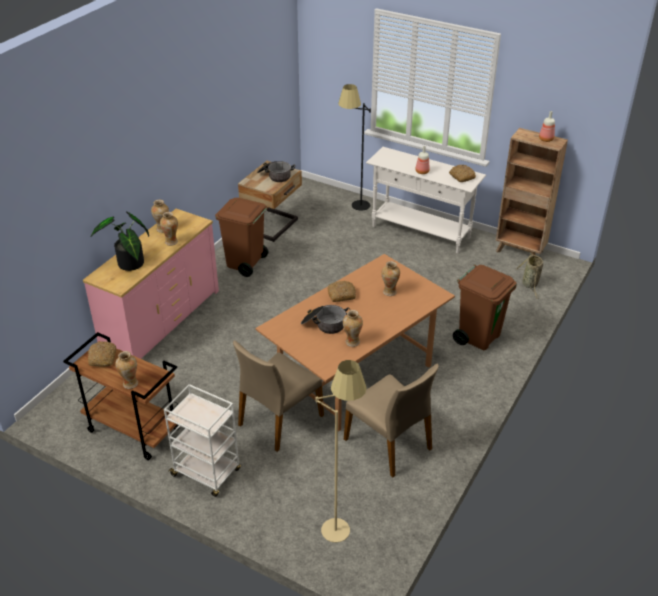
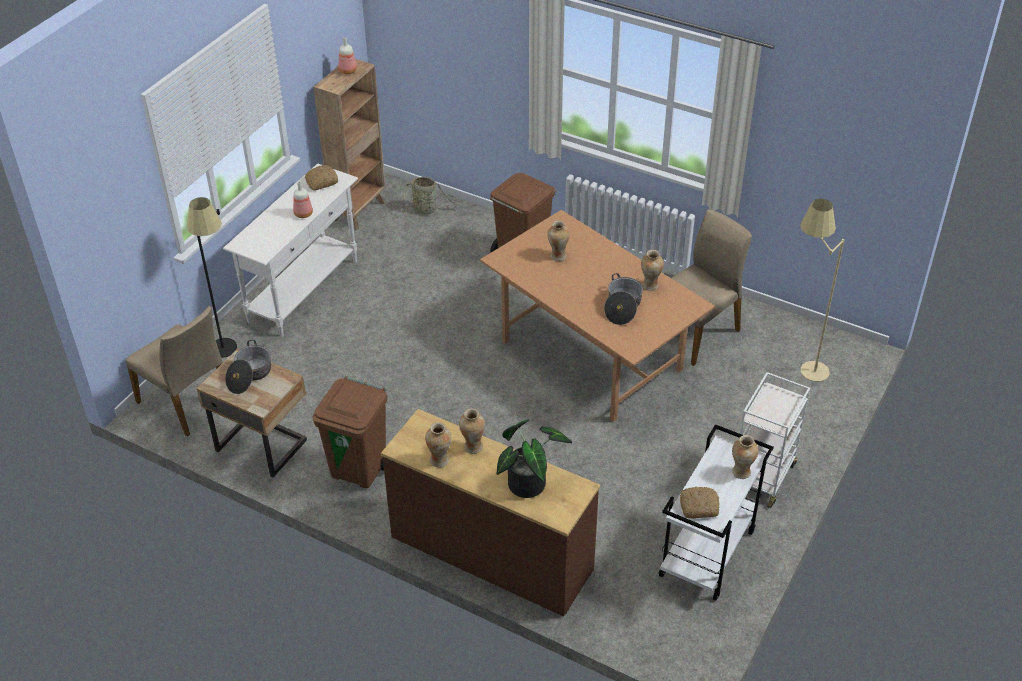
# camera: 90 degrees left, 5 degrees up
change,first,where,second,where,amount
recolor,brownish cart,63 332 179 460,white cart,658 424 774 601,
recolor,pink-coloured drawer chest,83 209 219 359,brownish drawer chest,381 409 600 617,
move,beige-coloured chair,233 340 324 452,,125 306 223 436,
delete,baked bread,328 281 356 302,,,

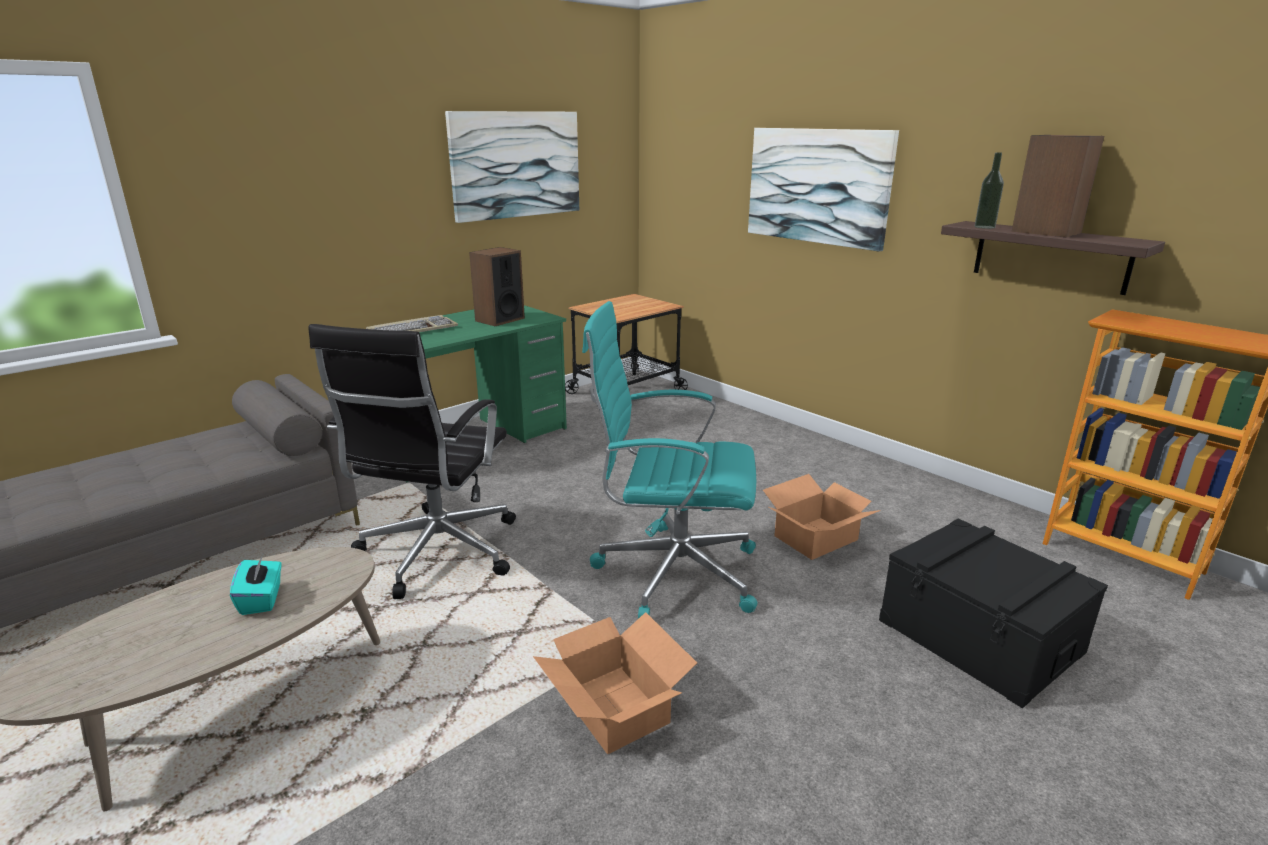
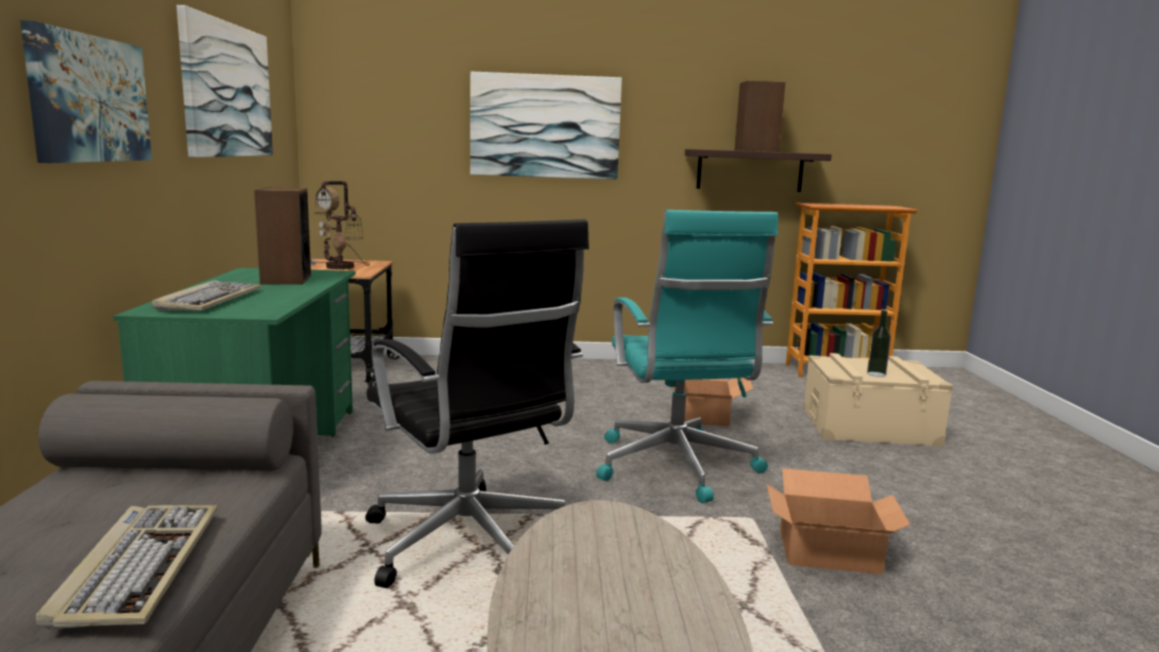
# camera: 50 degrees left, 10 degrees down
change,first,where,second,where,amount
delete,blue-green tissue box,230 555 282 615,,,
rotate,blue-green computer chair,582 301 757 619,,596 210 778 503,60 degrees counterclockwise
recolor,blackish storage box,879 519 1108 708,beige-coloured storage box,803 353 953 447,
move,drink bottle,975 152 1004 229,,867 310 891 377,
insert,,,picture,20 20 152 163,
insert,,,keyboard,36 505 217 630,
insert,,,table lamp,310 181 370 269,

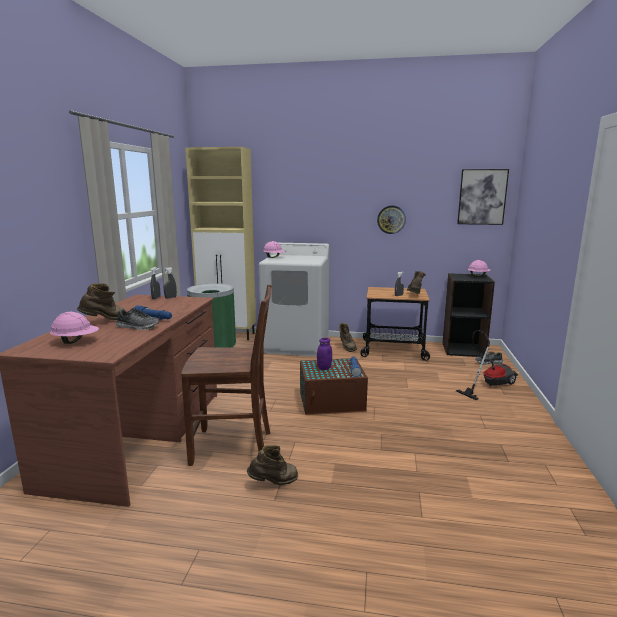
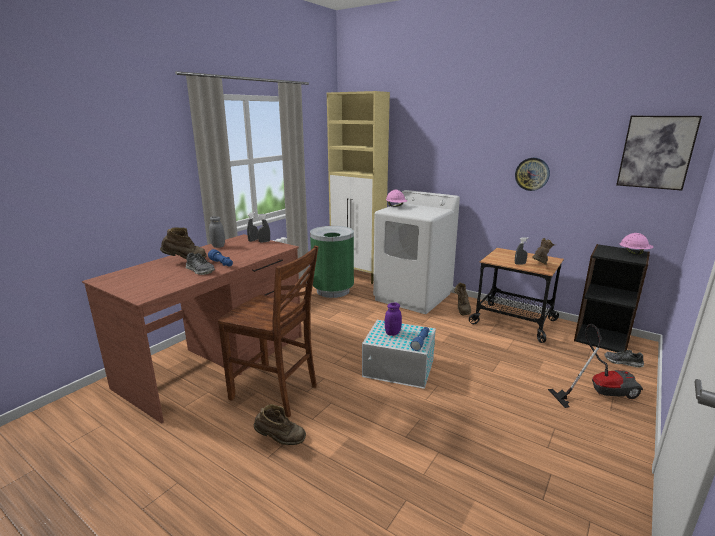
# camera: 25 degrees right, 5 degrees up
change,first,where,second,where,amount
delete,pink-coloured work helmet,50 312 99 344,,,
recolor,brownish storage box,300 358 368 415,white storage box,362 320 436 389,
insert,,,gray storage jar,209 216 225 248,

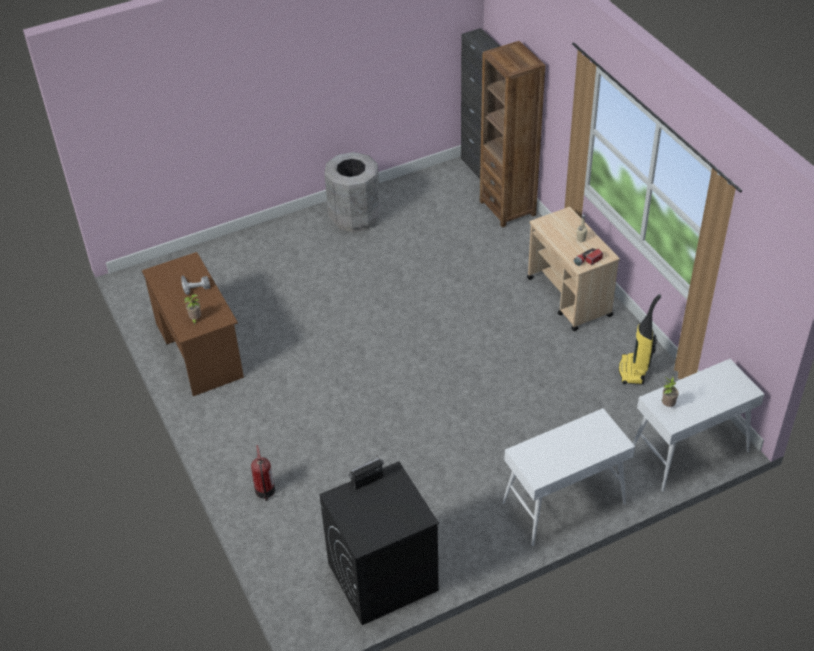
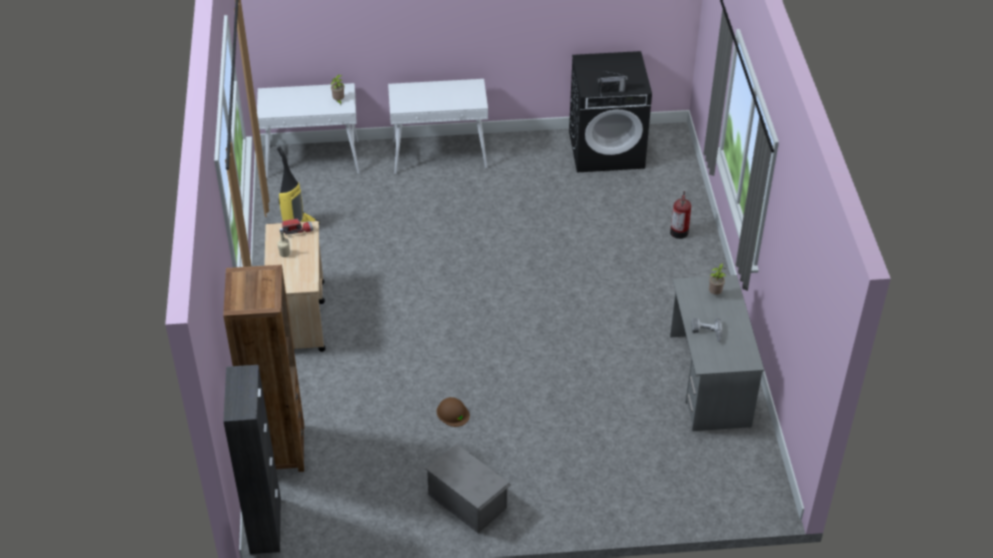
# camera: 160 degrees left, 0 degrees up
change,first,where,second,where,amount
recolor,brownish desk unit,142 252 244 396,gray desk unit,670 275 764 431,
replace,gray trash can,324 152 380 232,gray storage box,425 444 511 533,
insert,,,brownish work helmet,437 397 470 427,

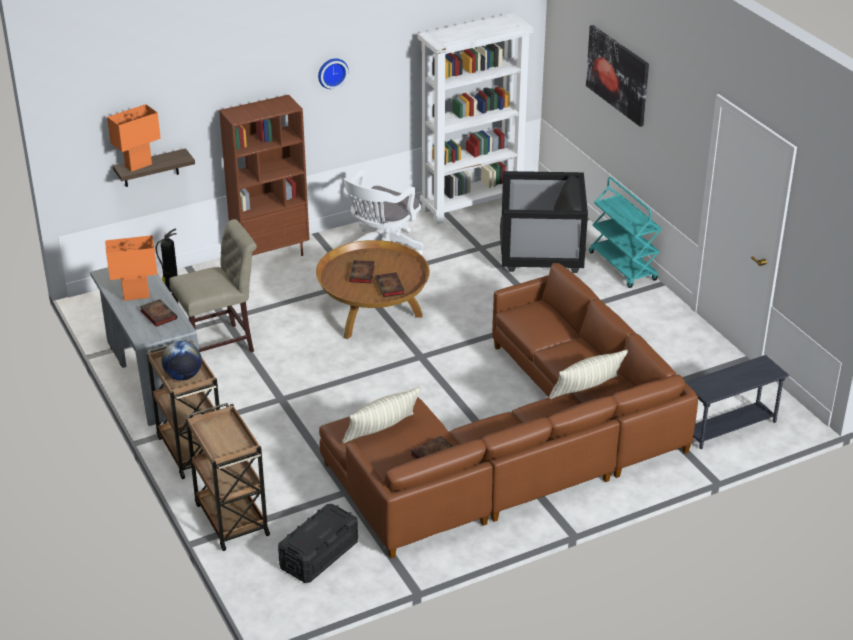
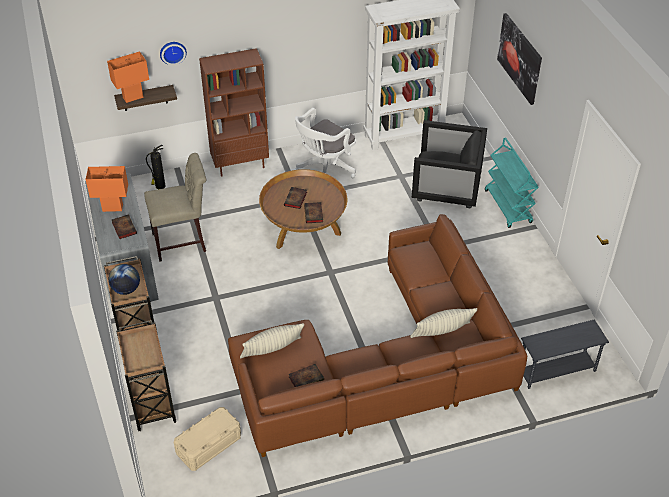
# camera: 10 degrees right, 10 degrees up
change,first,where,second,where,amount
recolor,blackish storage box,278 504 358 583,beige-coloured storage box,174 407 241 471,
move,clock on the wall,318 58 349 89,,160 42 187 65,

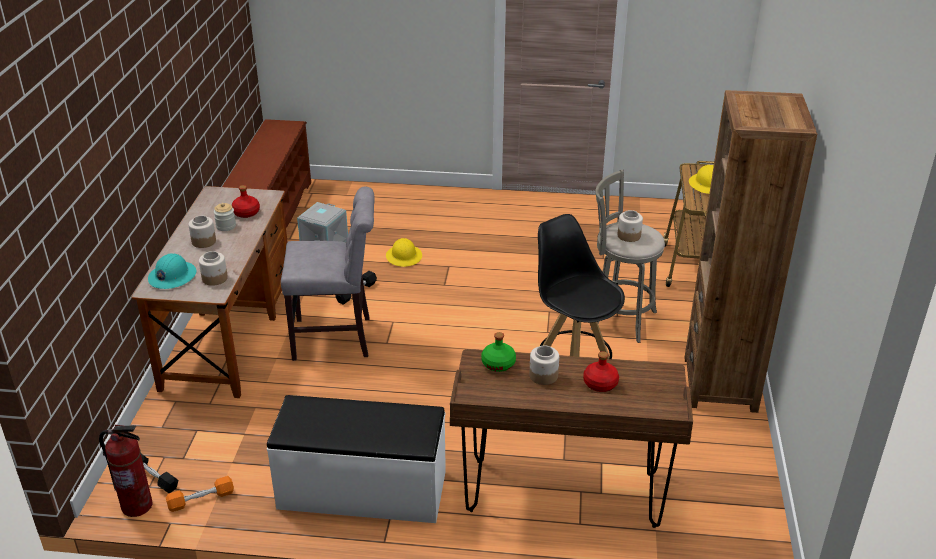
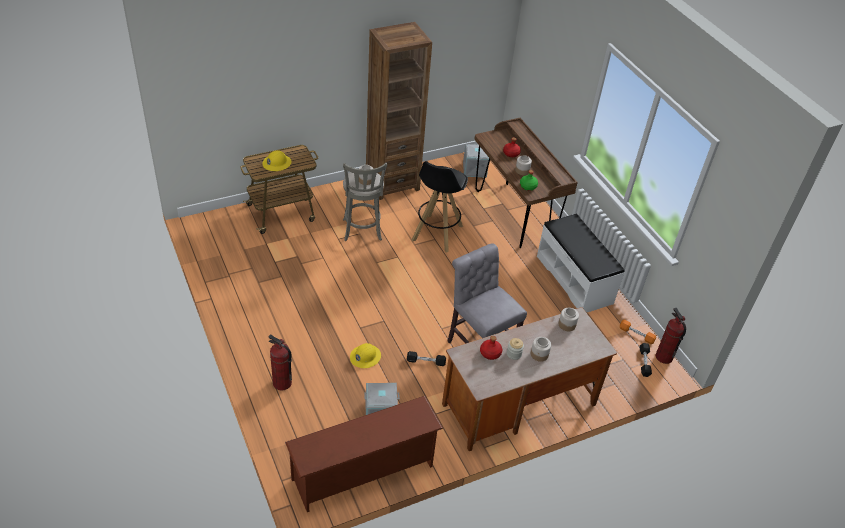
# camera: 125 degrees left, 10 degrees up
change,first,where,second,where,amount
delete,blue-green work helmet,148 253 197 289,,,
insert,,,fire extinguisher,268 334 292 390,
insert,,,gray storage box,463 144 489 178,

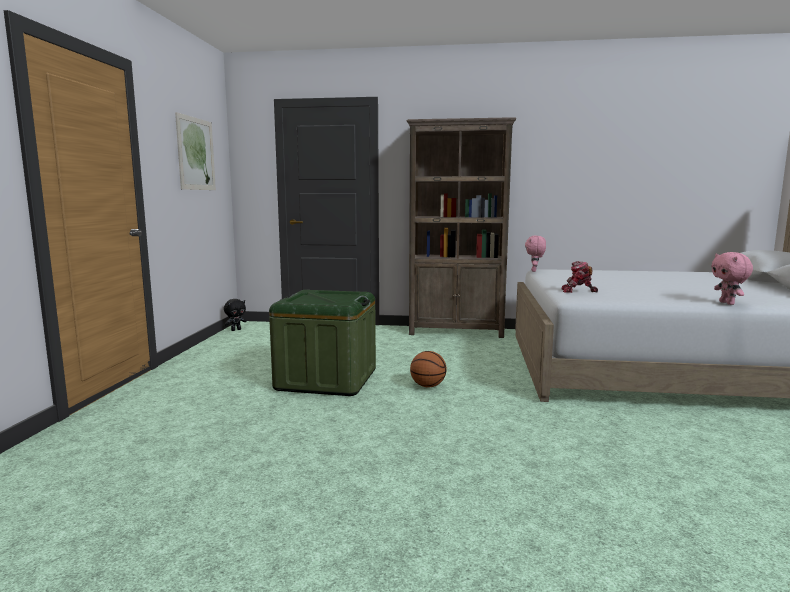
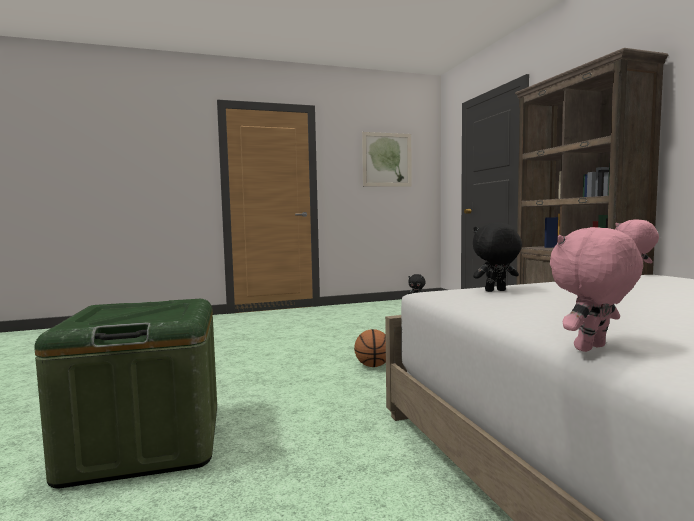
# camera: 65 degrees right, 5 degrees down
change,first,where,second,where,amount
move,green storage box,269 290 376 396,,34 299 217 489,
replace,model robot,561 261 598 293,blackish soft toy,473 222 522 292,

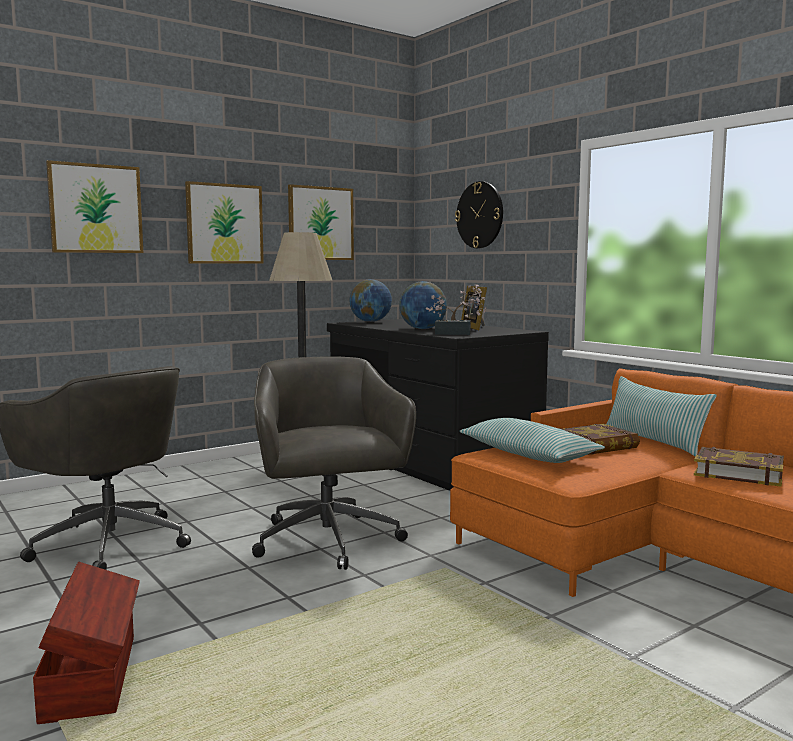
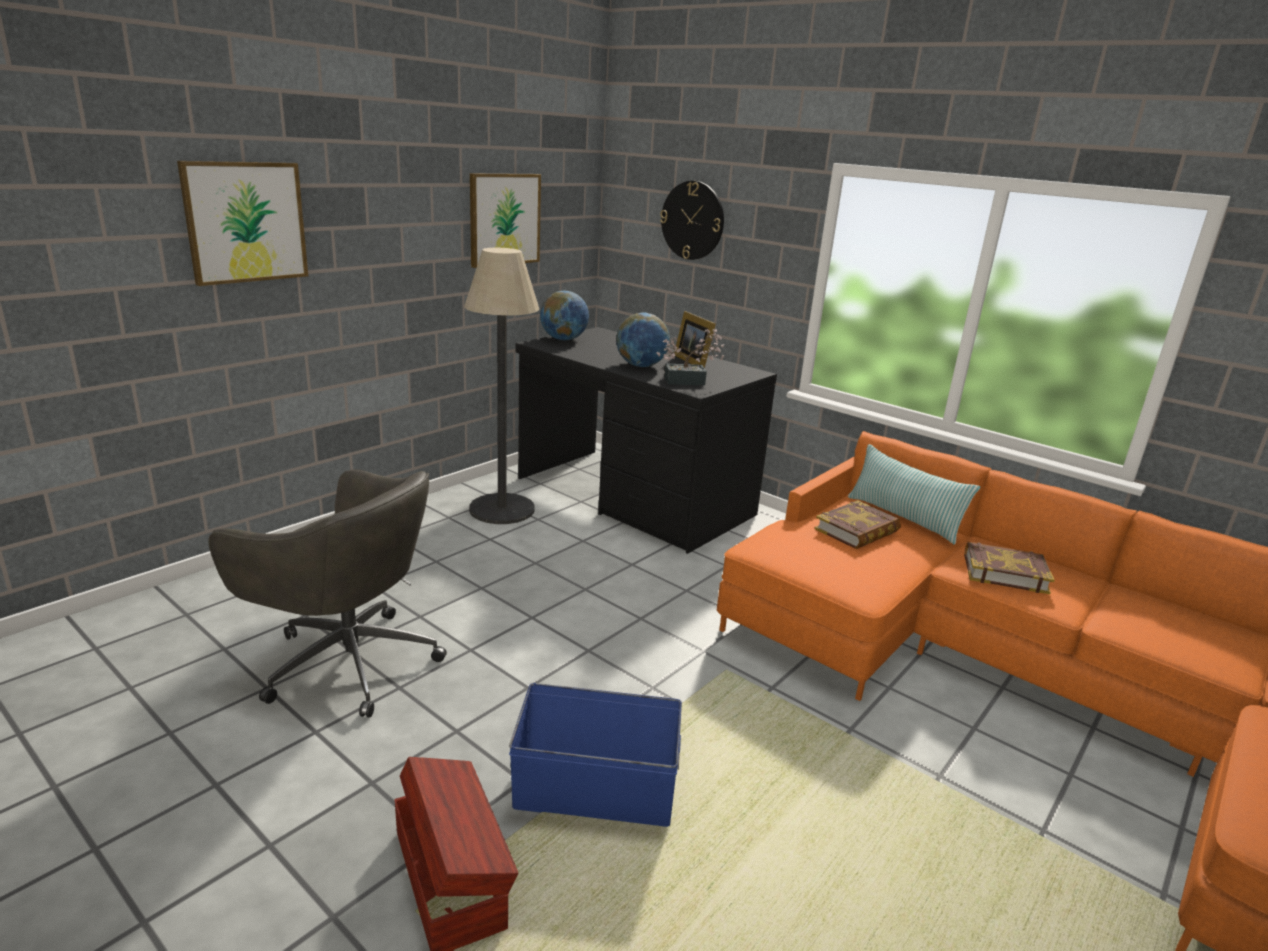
# camera: 15 degrees left, 15 degrees up
change,first,where,second,where,amount
delete,picture,185 181 264 264,,,
delete,gray computer chair,252 356 416 570,,,
delete,pillow,460 418 605 463,,,
insert,,,blue-coloured storage box,509 683 682 827,

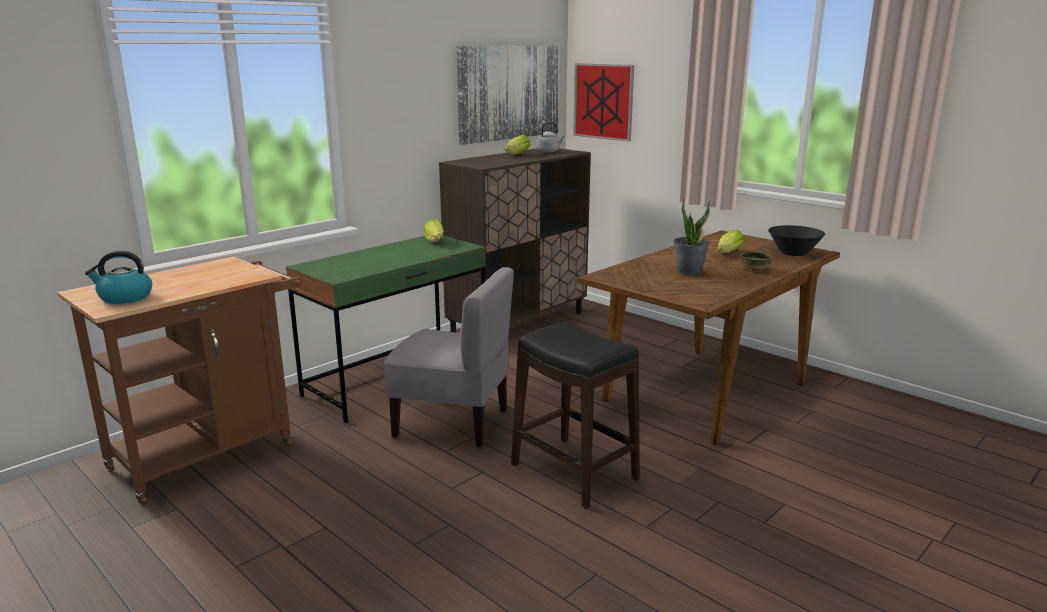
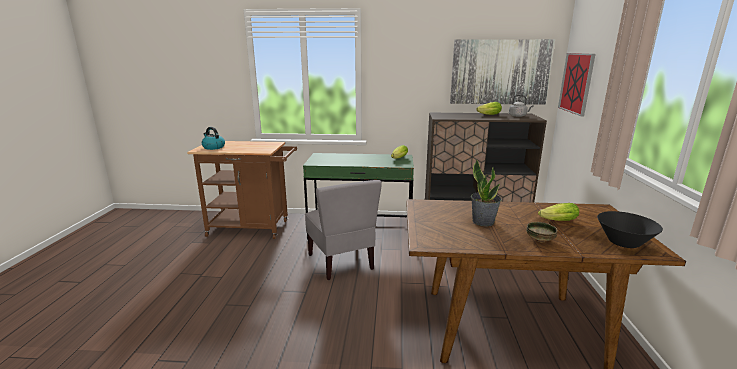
# camera: 50 degrees right, 0 degrees up
change,first,where,second,where,amount
delete,blackish stool,511 322 640 509,,,

